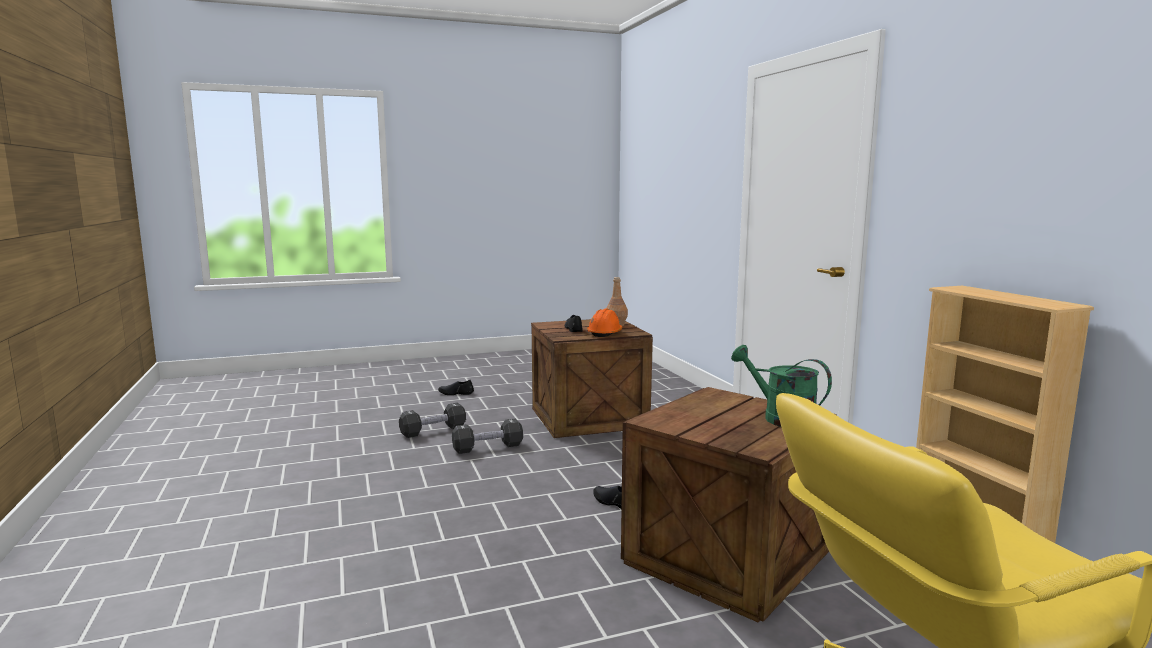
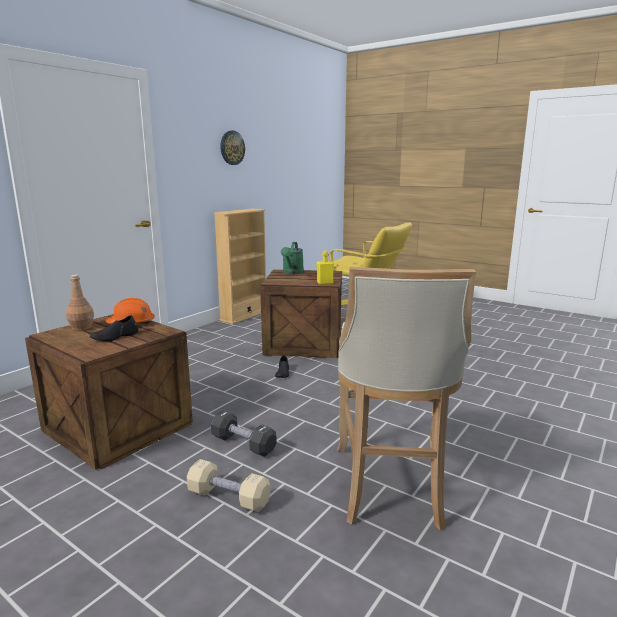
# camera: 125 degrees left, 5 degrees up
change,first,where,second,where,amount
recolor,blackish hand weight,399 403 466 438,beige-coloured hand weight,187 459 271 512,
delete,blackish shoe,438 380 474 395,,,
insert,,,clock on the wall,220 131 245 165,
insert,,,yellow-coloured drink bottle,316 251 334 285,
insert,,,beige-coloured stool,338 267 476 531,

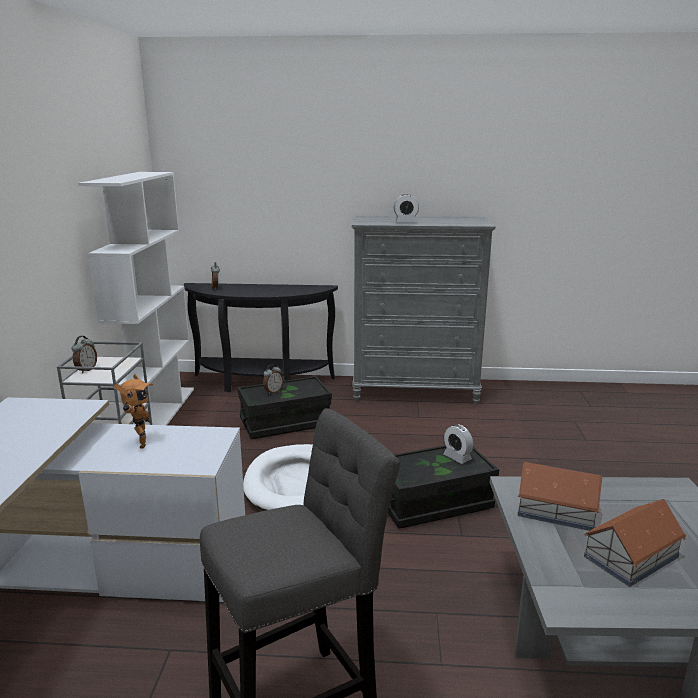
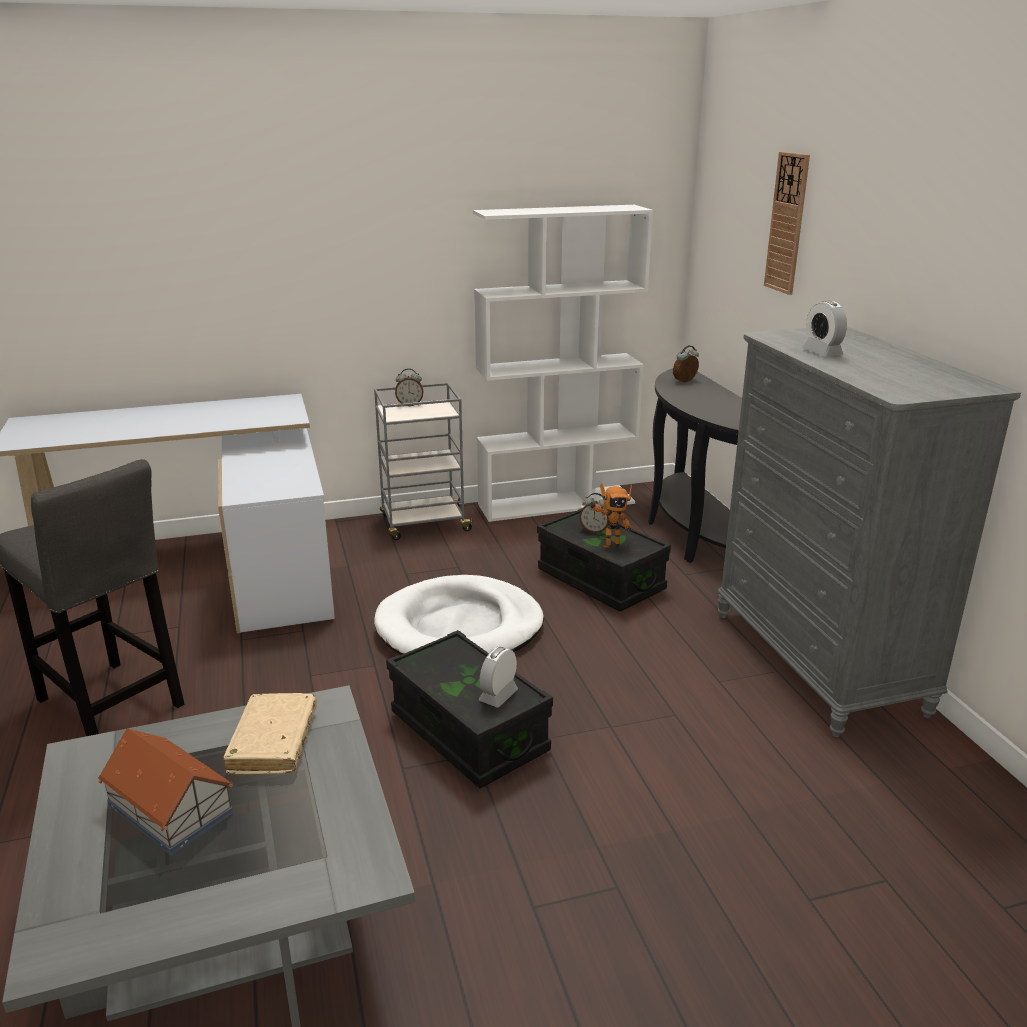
# camera: 70 degrees right, 5 degrees up
change,first,where,second,where,amount
move,model robot,114 374 153 449,,590 484 632 549,
replace,toy house,518 462 603 531,beige-coloured book,223 693 317 774,
insert,,,clock on the wall,764 152 810 295,

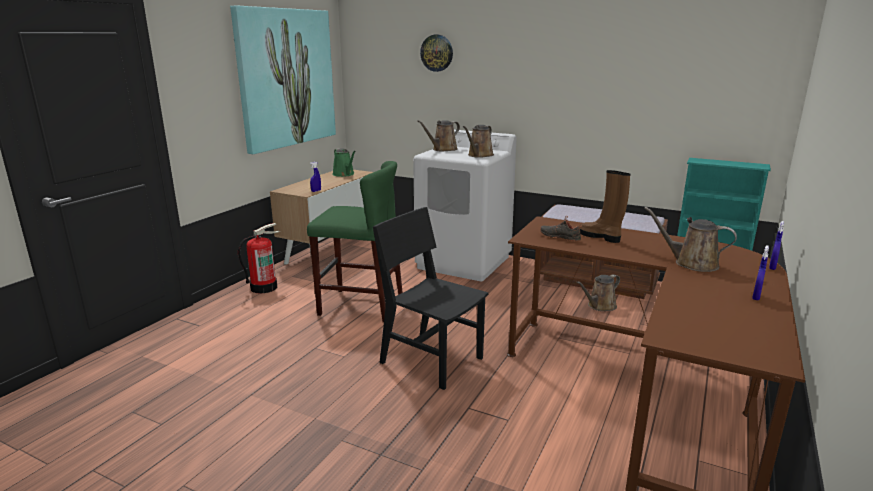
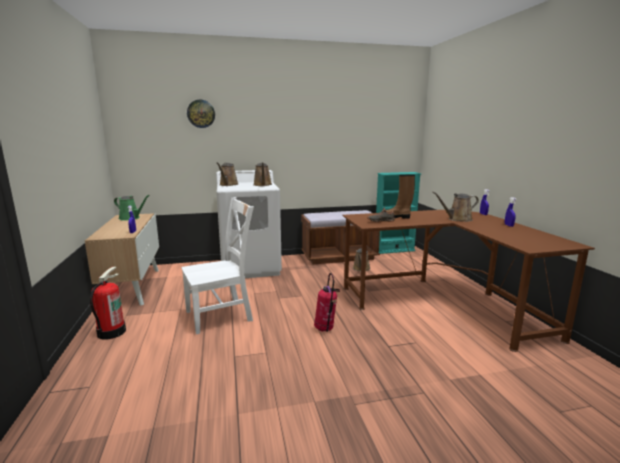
# camera: 40 degrees left, 5 degrees down
change,first,where,second,where,amount
delete,picture,230 6 336 154,,,
replace,green stool,307 161 403 323,white chair,181 197 254 334,
replace,blackish chair,373 207 488 390,fire extinguisher,314 273 340 332,

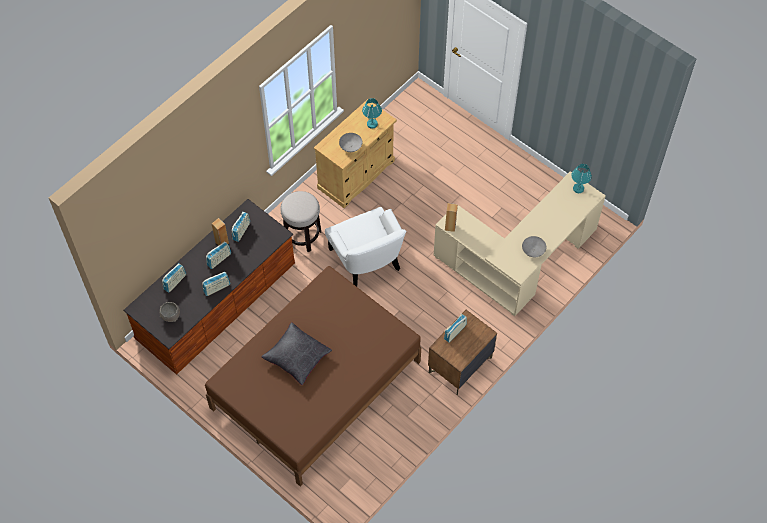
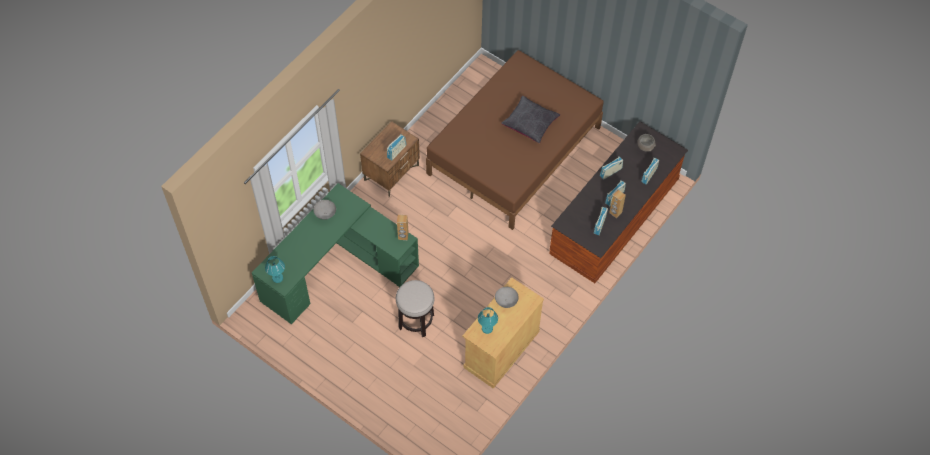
# camera: 175 degrees right, 0 degrees up
change,first,where,second,where,amount
move,stool,280 191 321 252,,396 280 434 337,
delete,white armchair,325 207 406 287,,,
recolor,beige-coloured desk unit,434 171 606 316,green desk unit,252 183 419 325,

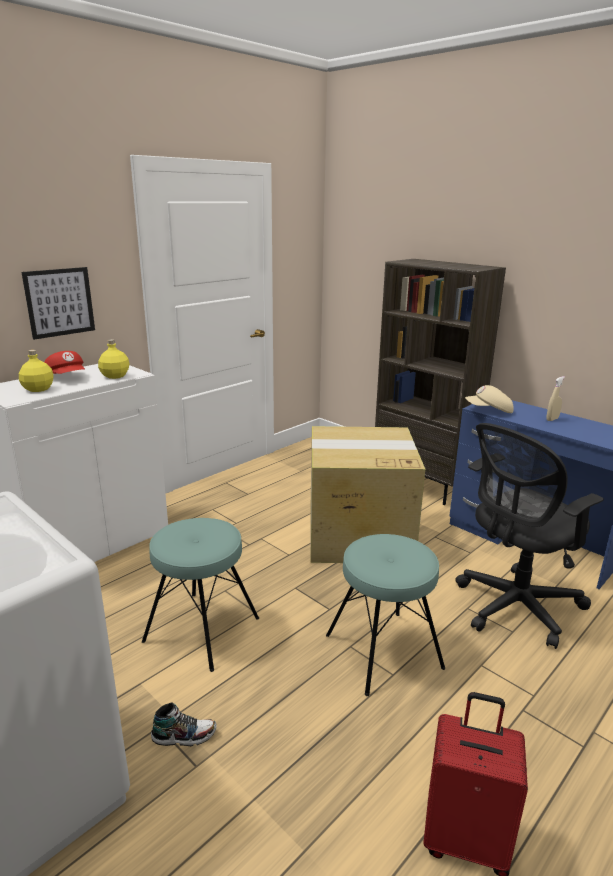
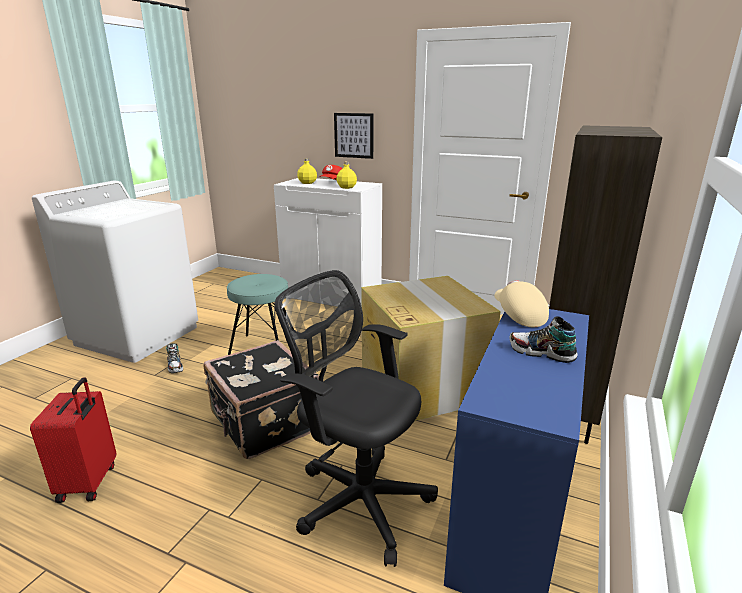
# camera: 70 degrees right, 0 degrees up
change,first,where,second,where,amount
replace,blue-green stool,326 534 445 696,blackish suitcase,204 340 319 459,
replace,beige-coloured hand sprayer,546 376 565 421,shoe,509 317 578 363,

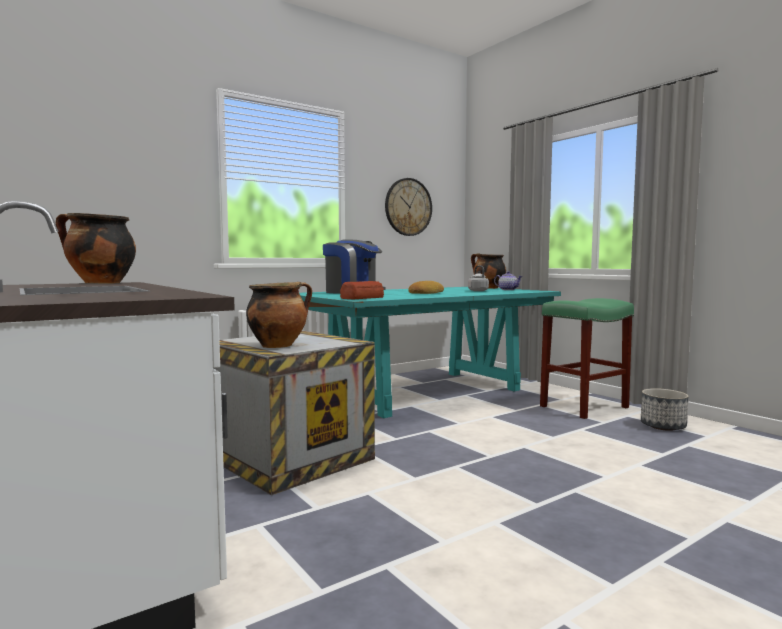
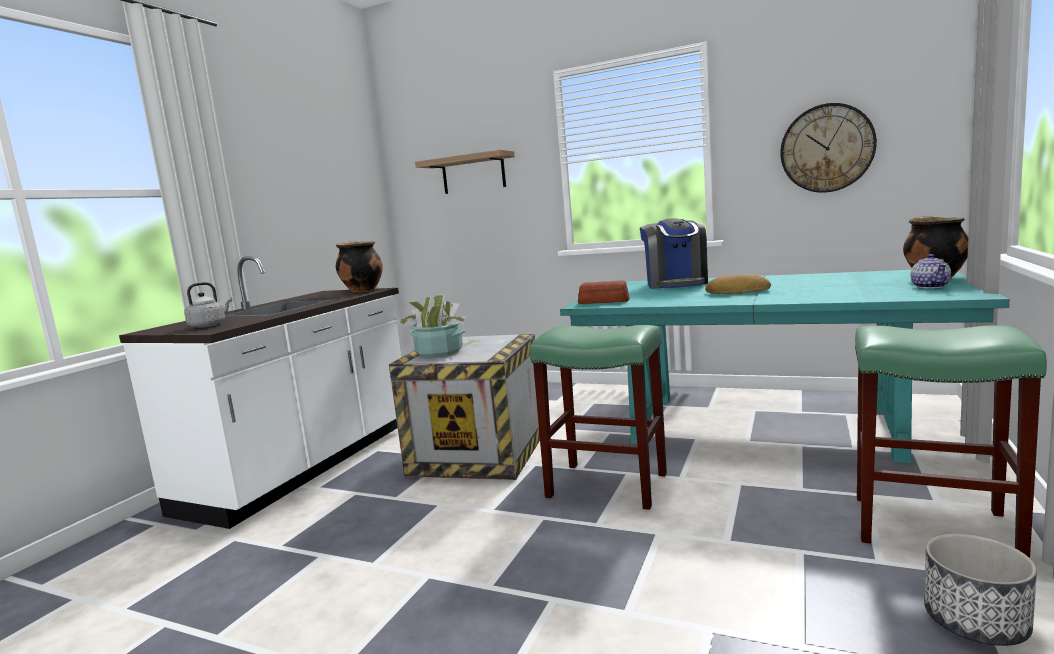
# camera: 60 degrees right, 5 degrees up
change,first,where,second,where,amount
replace,stockpot,246 282 312 348,houseplant,397 295 466 357,
move,gray tea kettle,468 265 489 291,,184 282 232 328,
insert,,,shelf,415 149 515 194,
insert,,,green stool,530 325 667 510,

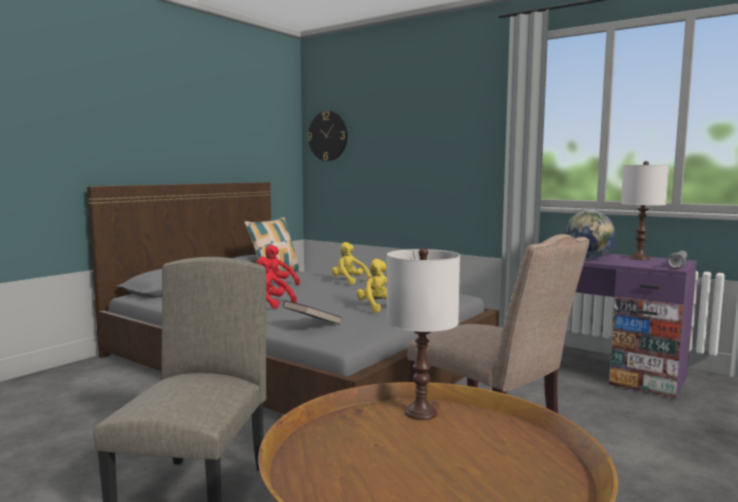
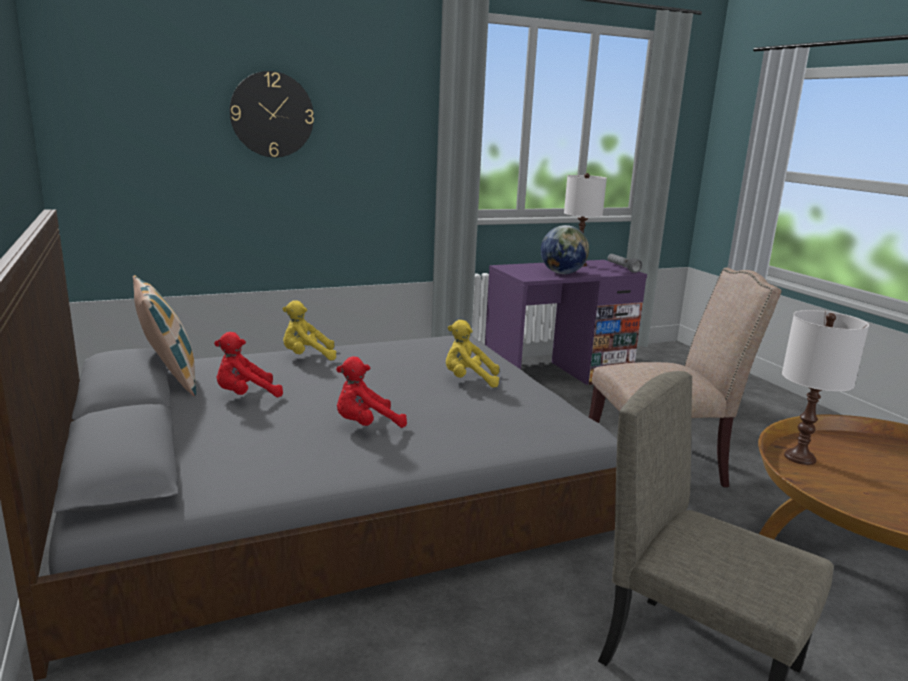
# camera: 60 degrees left, 10 degrees up
change,first,where,second,where,amount
delete,blackish book,283 300 342 324,,,
move,clock on the wall,307 111 347 161,,230 71 314 157,

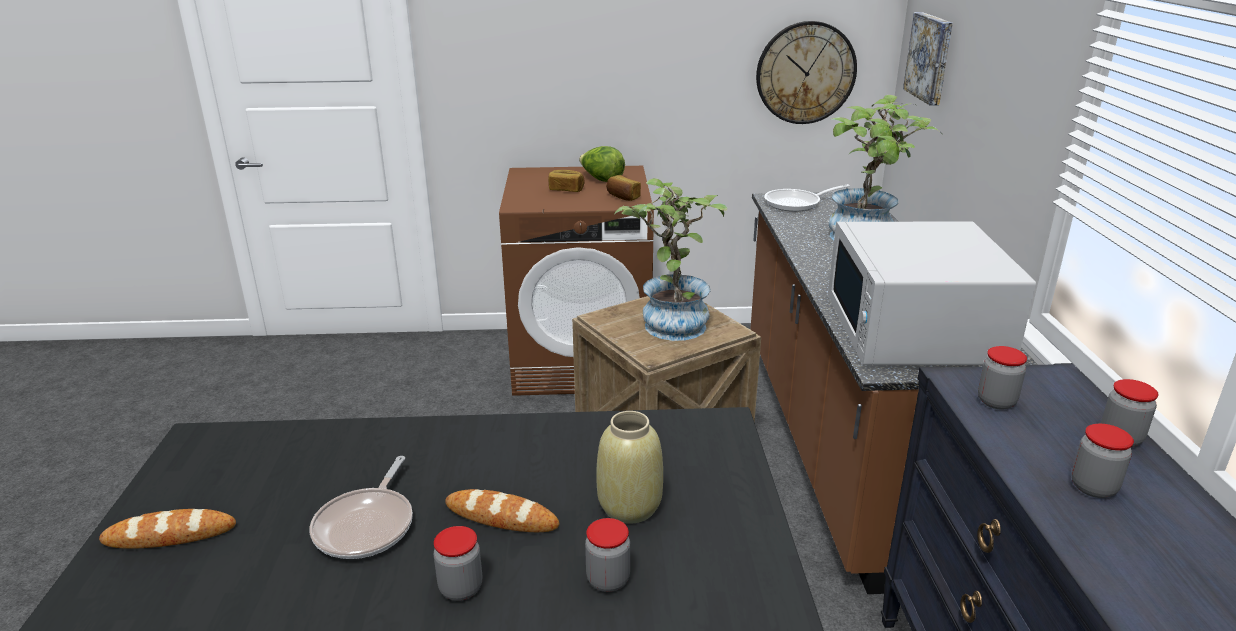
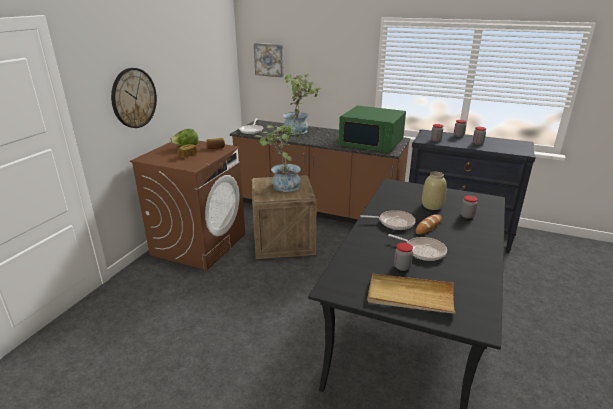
# camera: 65 degrees left, 0 degrees up
change,first,where,second,where,amount
replace,baked bread,99 509 236 549,beige-coloured serving tray,367 274 456 314,
move,storage jar,434 526 482 601,,394 243 413 271,
move,clock on the wall,756 21 857 124,,111 68 157 128,
recolor,white microwave oven,828 222 1036 365,green microwave oven,339 106 406 153,
insert,,,skillet,360 210 416 230,

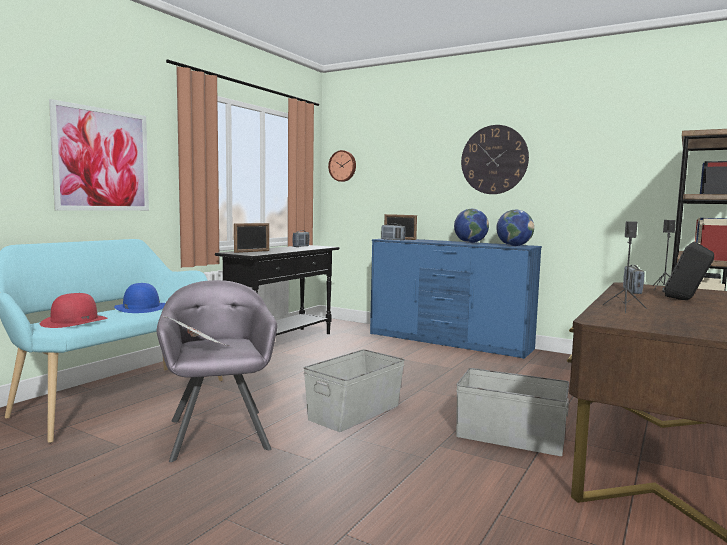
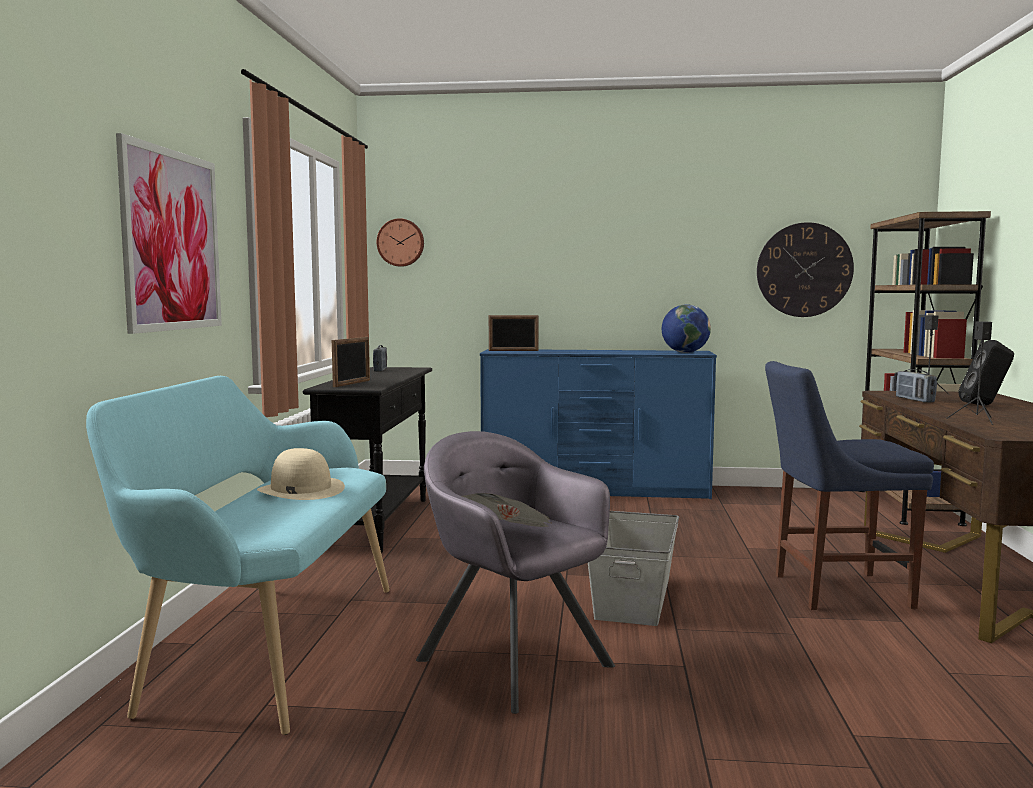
# camera: 25 degrees left, 0 degrees up
change,first,where,second,where,amount
delete,red-coloured wearable hat,40 293 107 328,,,
recolor,blue-coloured wearable hat,114 283 166 313,beige-coloured wearable hat,257 448 345 500,
delete,radio set,381 224 405 240,,,
delete,world globe,454 209 489 243,,,
replace,gray storage box,456 368 569 456,blue-coloured chair,765 361 934 610,
move,clock on the wall,461 125 529 194,,757 222 854 317,

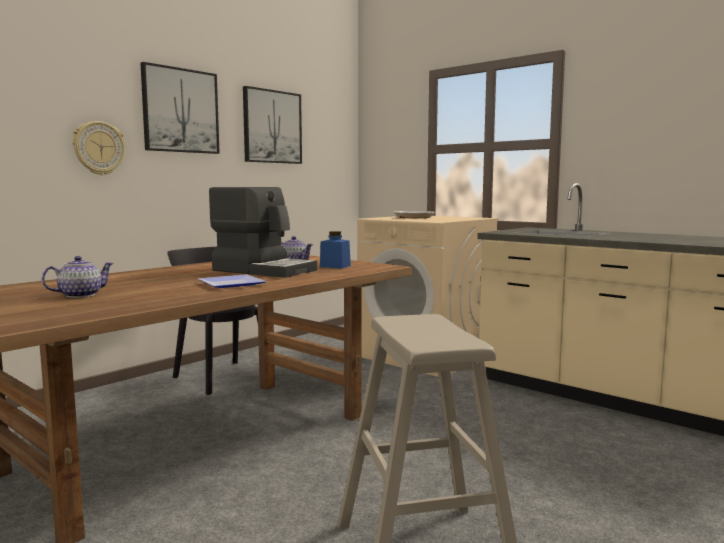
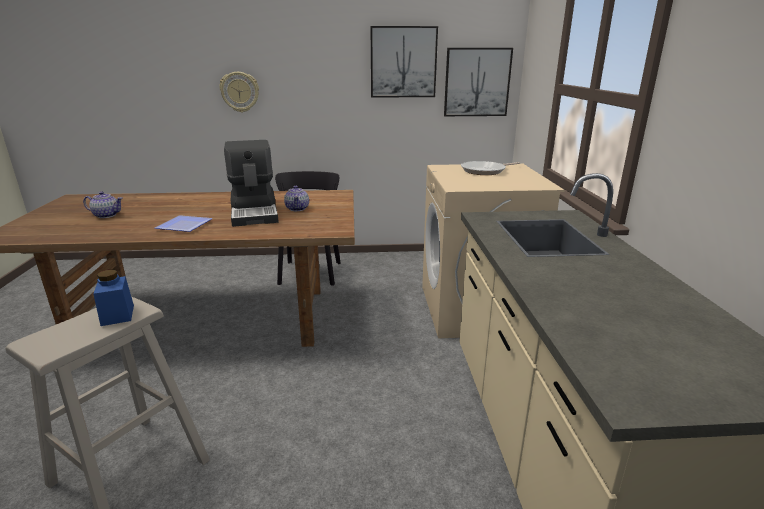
# camera: 45 degrees right, 15 degrees up
change,first,where,second,where,amount
move,picture,140 62 220 154,,444 48 513 116,
move,blue-coloured storage jar,320 231 351 269,,93 270 134 326,

